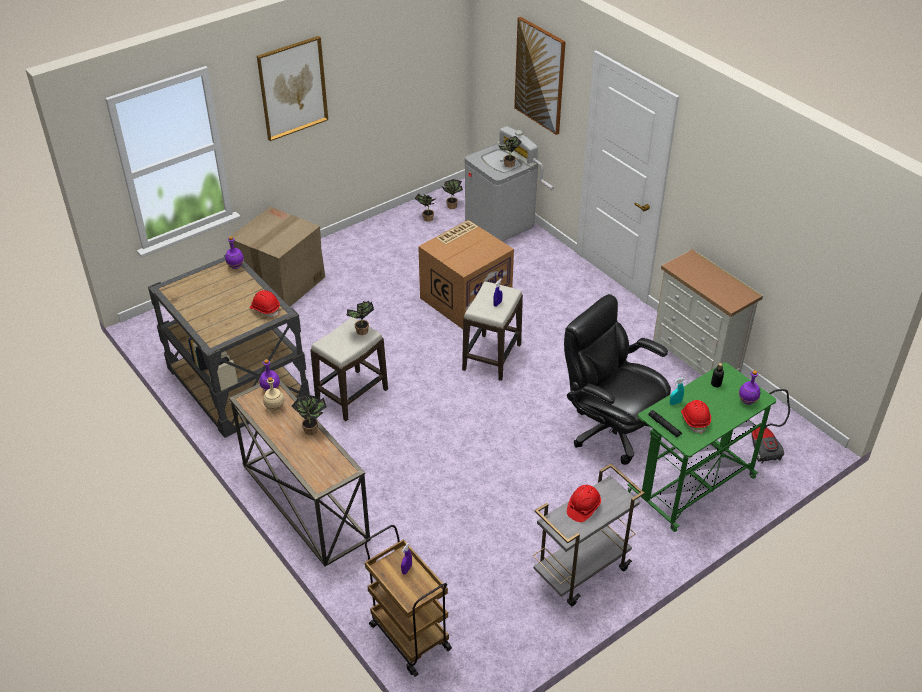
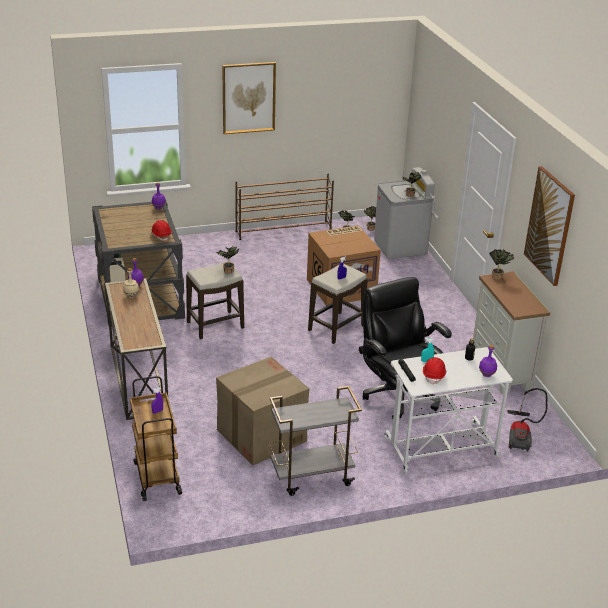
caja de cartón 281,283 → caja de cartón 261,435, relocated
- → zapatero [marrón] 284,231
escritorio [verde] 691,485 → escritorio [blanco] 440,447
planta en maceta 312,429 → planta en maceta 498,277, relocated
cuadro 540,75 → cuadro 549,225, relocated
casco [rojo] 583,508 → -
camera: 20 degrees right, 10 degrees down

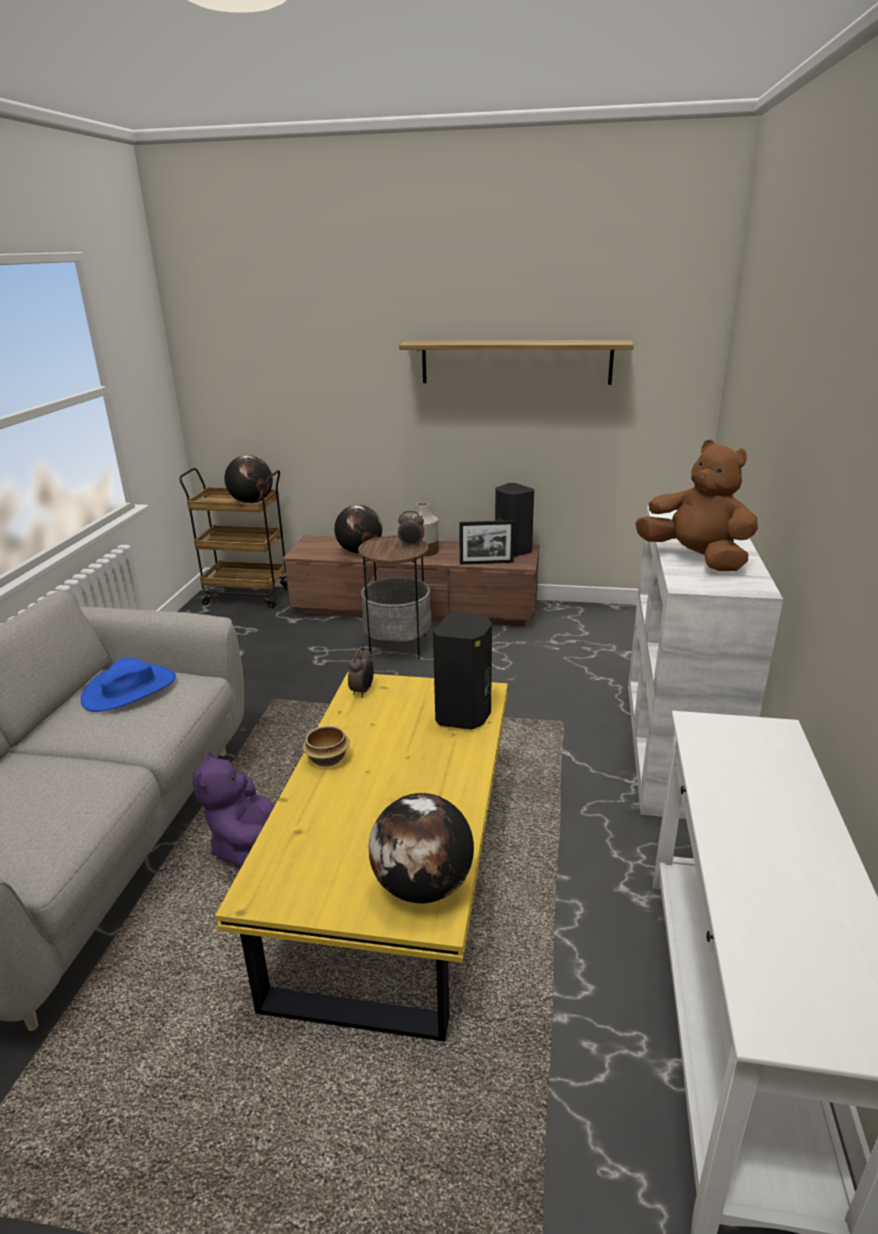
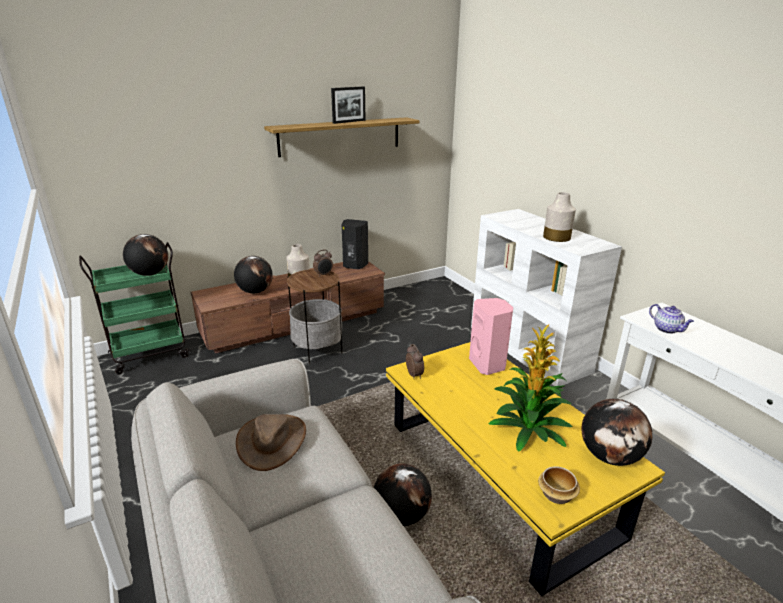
carrito [marrón] 248,596 → carrito [verde] 151,355
sombrero [azul] 130,689 → sombrero [marrón] 271,441
portarretratos 486,563 → portarretratos 349,122, relocated
peluche [morado] 247,847 → globo terráqueo 401,515
altavoz [negro] 464,716 → altavoz [rosa] 488,365
- → planta en maceta 528,429
cuenco 328,759 → cuenco 557,495, relocated
peluche [marrón] 695,558 → florero [beis] 557,237
- → tetera 667,329
camera: 40 degrees left, 0 degrees up

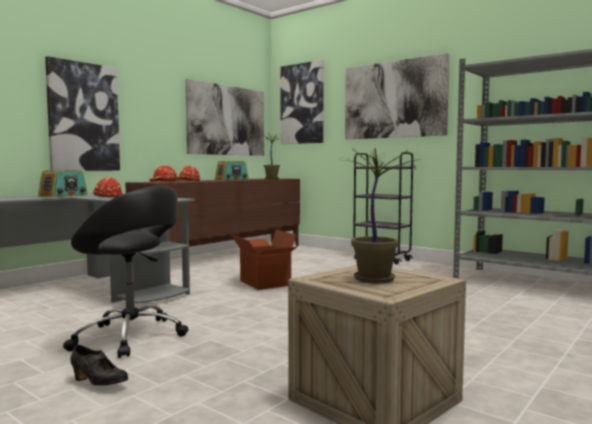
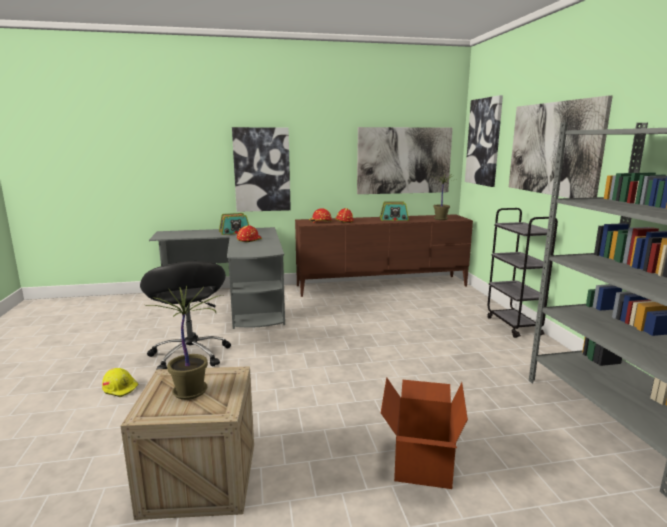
zapato [negro] 98,383 → casco [amarillo] 121,388
caja de cartón 264,283 → caja de cartón 421,461, relocated
camera: 40 degrees right, 10 degrees up

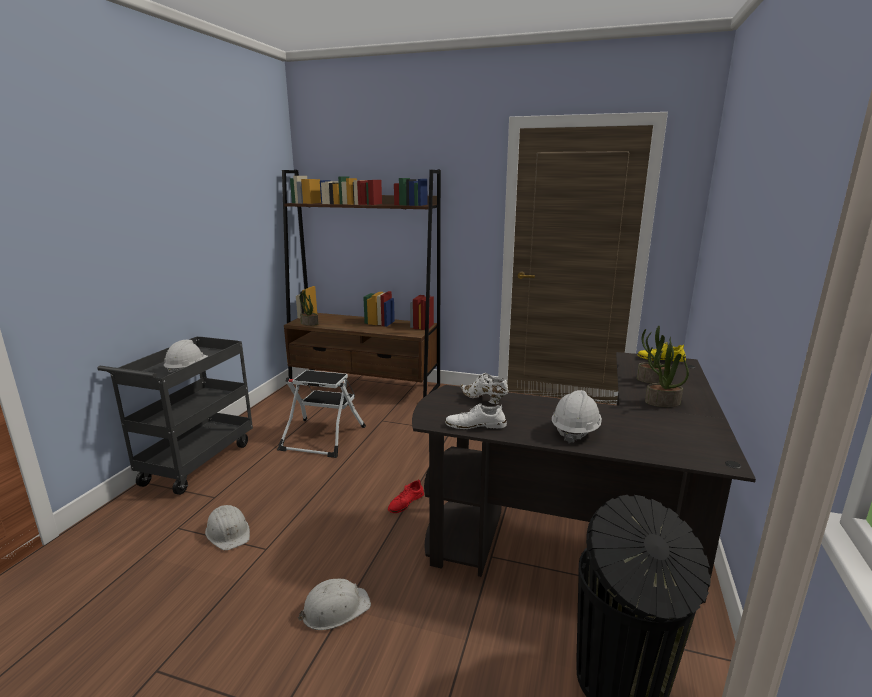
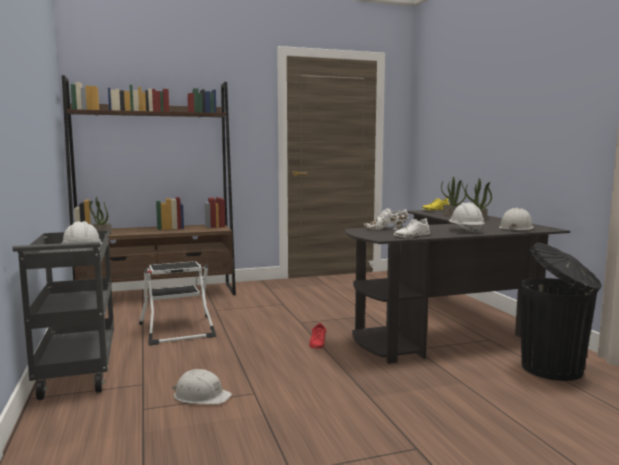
casco [blanco] 335,609 → casco [blanco] 516,228, relocated
camera: 35 degrees left, 10 degrees down

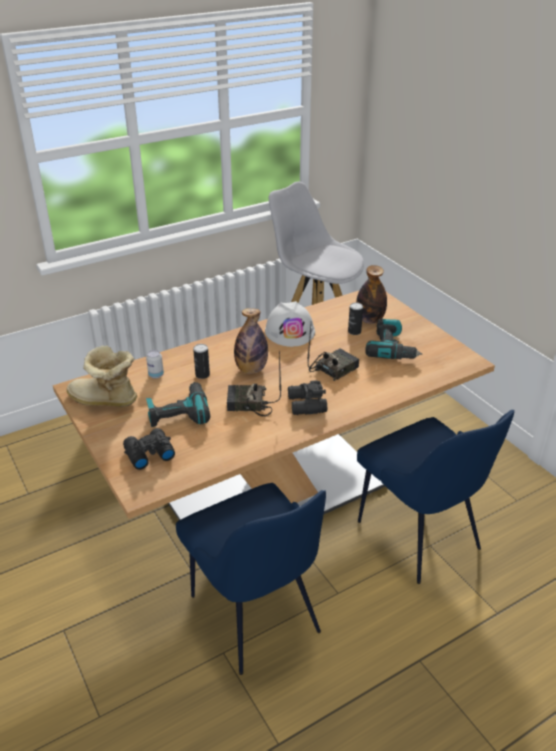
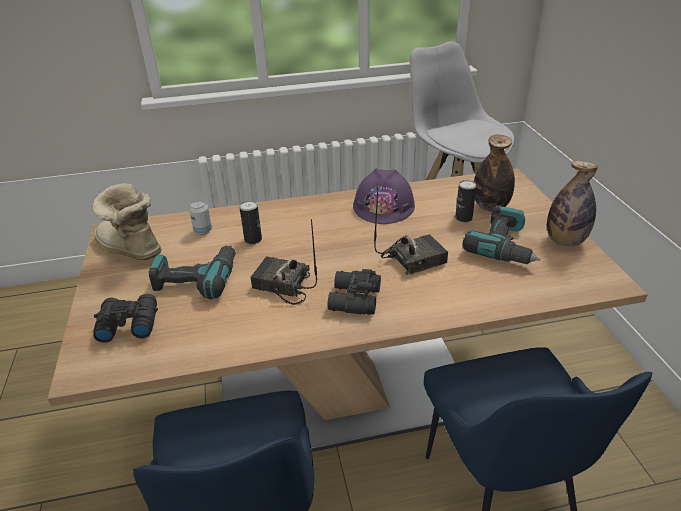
casco [blanco] 290,331 → casco [morado] 384,206
botella 251,369 → botella 565,241, relocated
camera: 20 degrees right, 0 degrees up

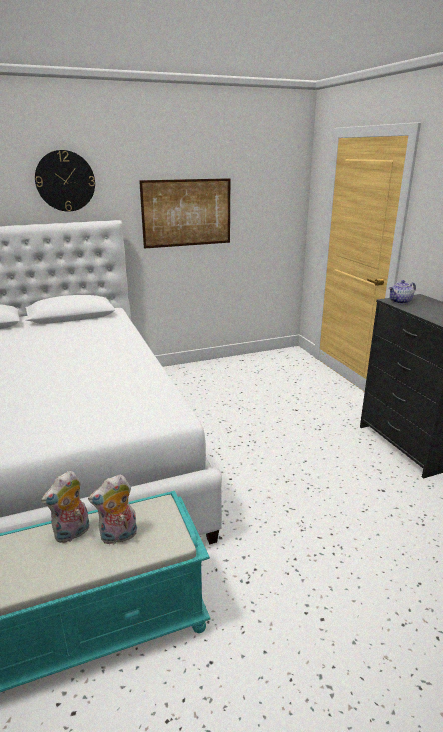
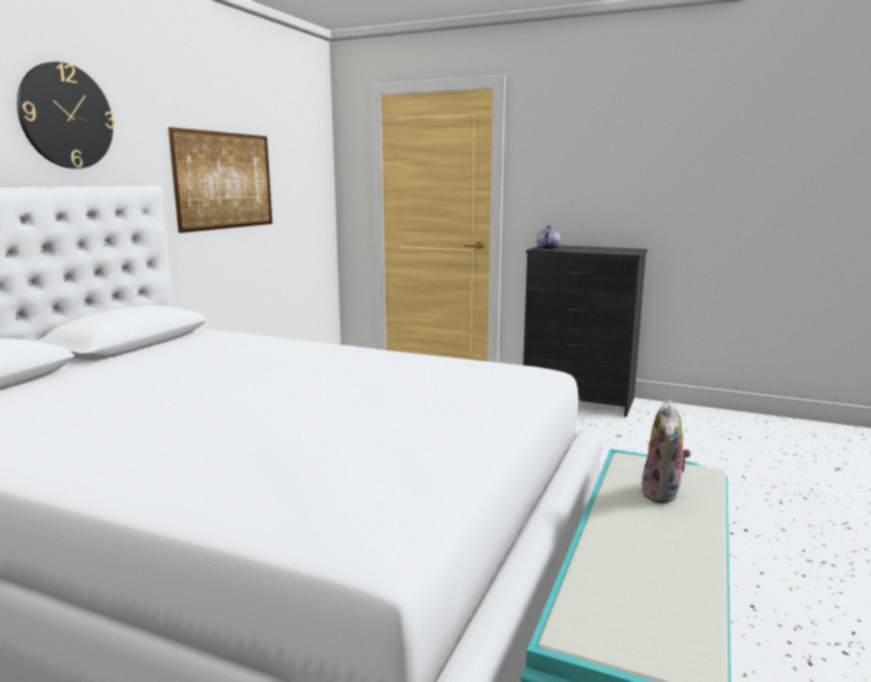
peluche 72,534 → -
camera: 45 degrees left, 10 degrees down

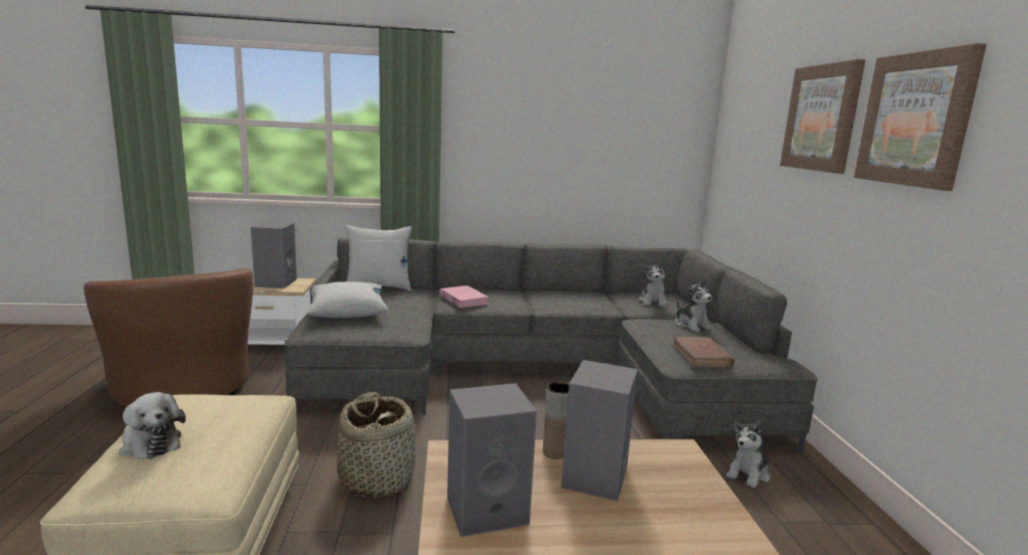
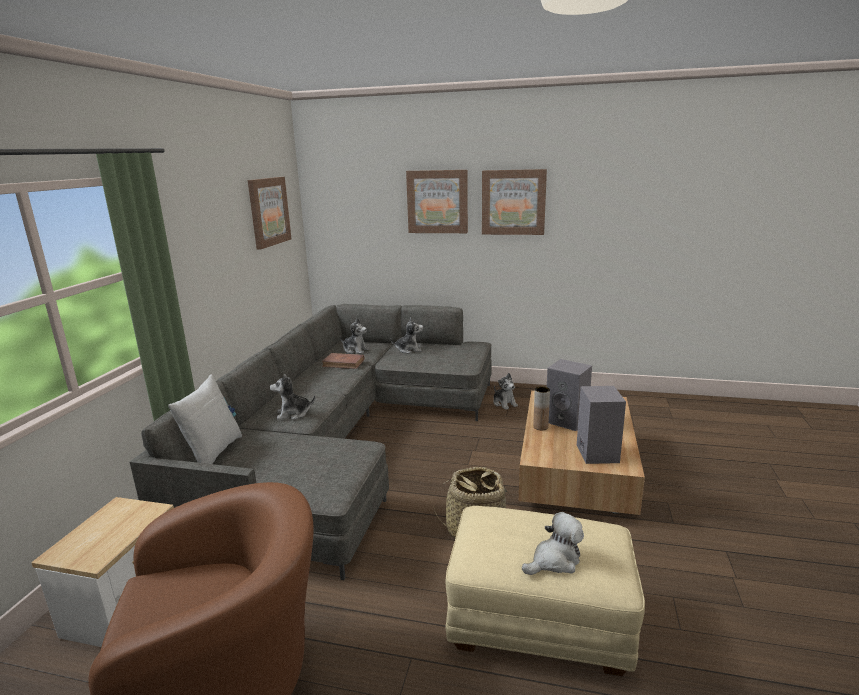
- → cuadro 268,211
libro [rosa] 463,299 → peluche 293,414
libro [marrón] 701,356 → libro [marrón] 343,363, relocated
altavoz [gris] 275,282 → -
cojín [gris] 347,313 → -
camera: 70 degrees left, 5 degrees up

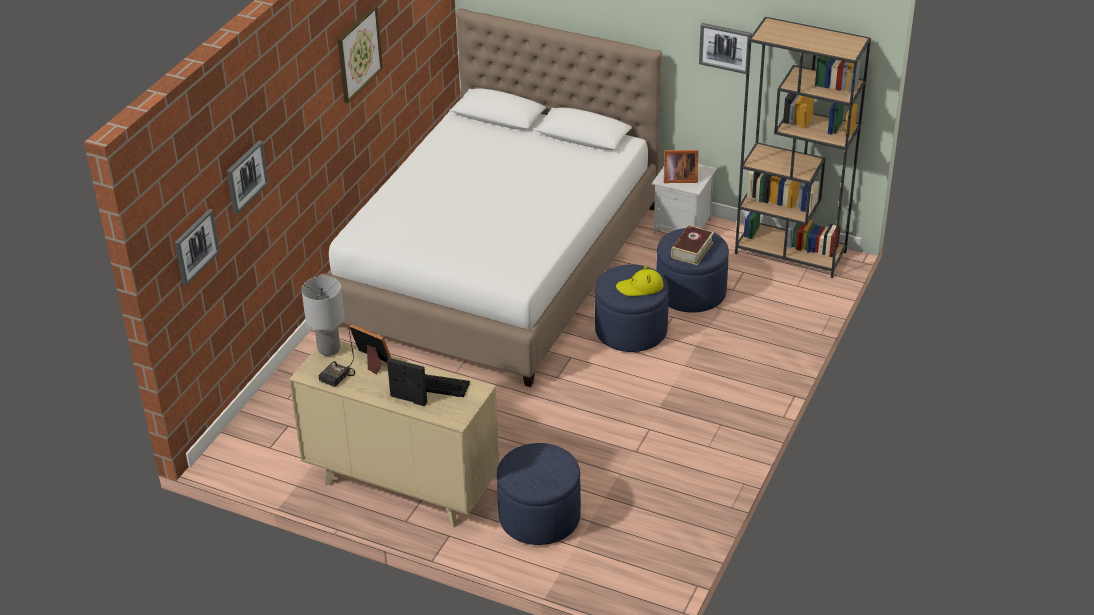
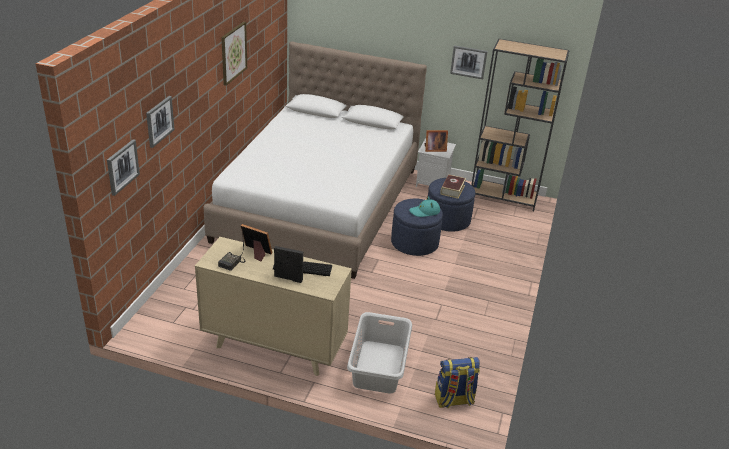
puf [azul] 539,517 → cesto de la ropa [gris] 378,367
sombrero [amarillo] 640,287 → sombrero [turquesa] 424,211
- → mochila 454,400
lámpara de mesa [gris] 329,351 → -
camera: 10 degrees left, 5 degrees down

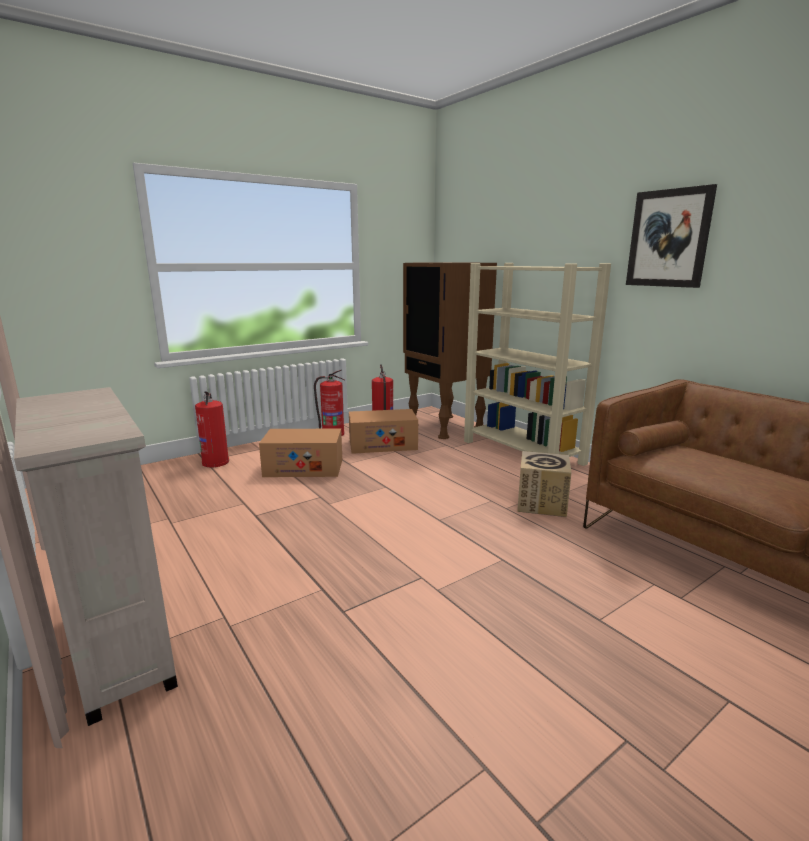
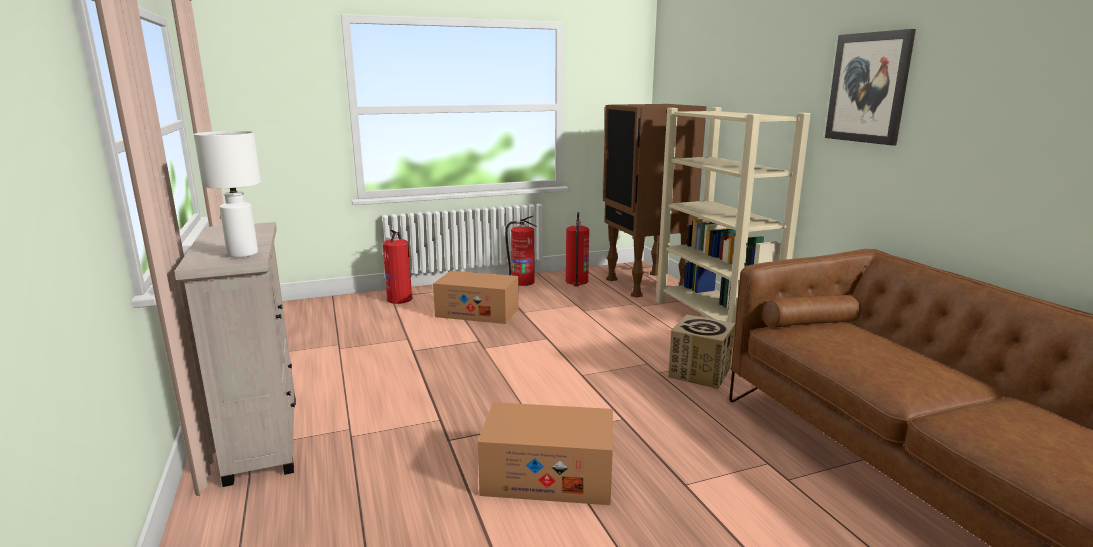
- → lámpara de mesa [blanco] 242,254
caja de cartón 382,444 → caja de cartón 548,476, relocated
camera: 15 degrees right, 0 degrees up

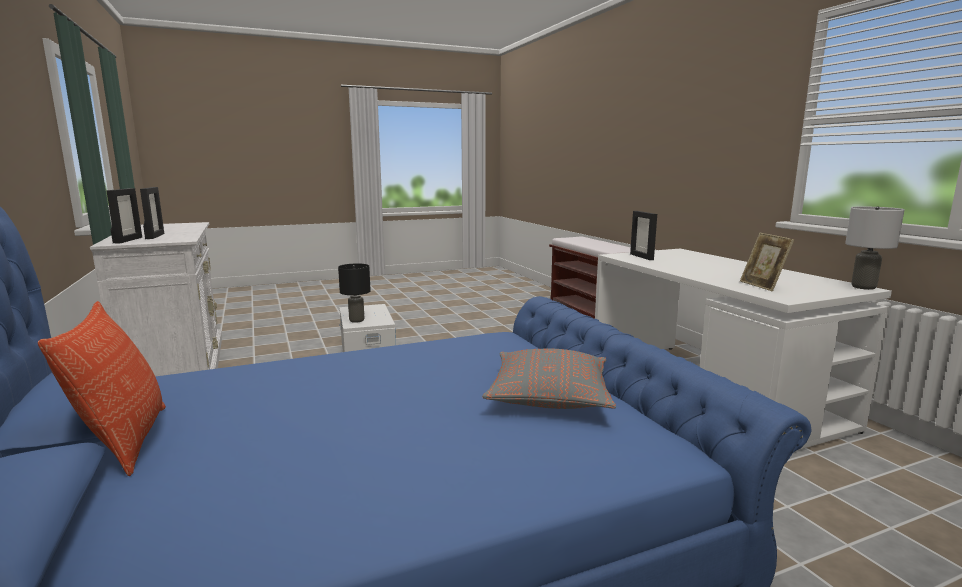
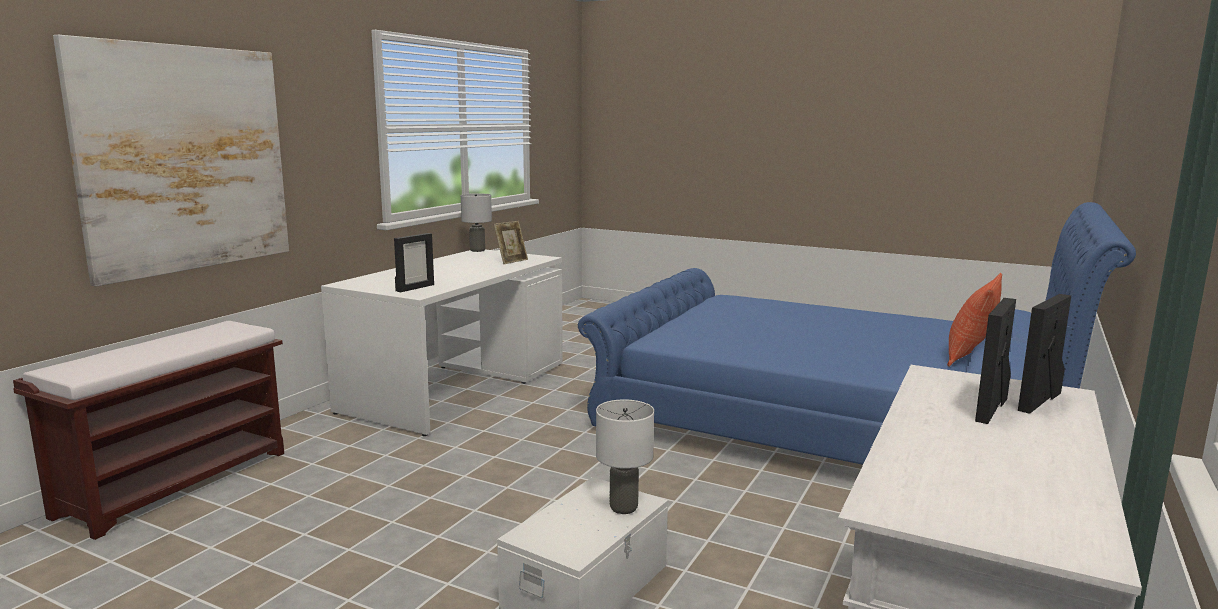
- → cuadro 185,159
lámpara de mesa [negro] 356,320 → lámpara de mesa [blanco] 622,509
cojín [gris] 549,397 → -
camera: 130 degrees left, 0 degrees up

